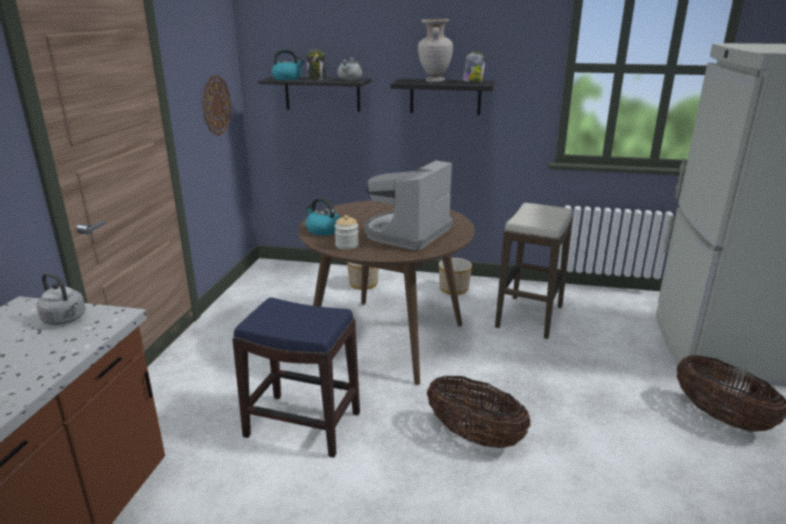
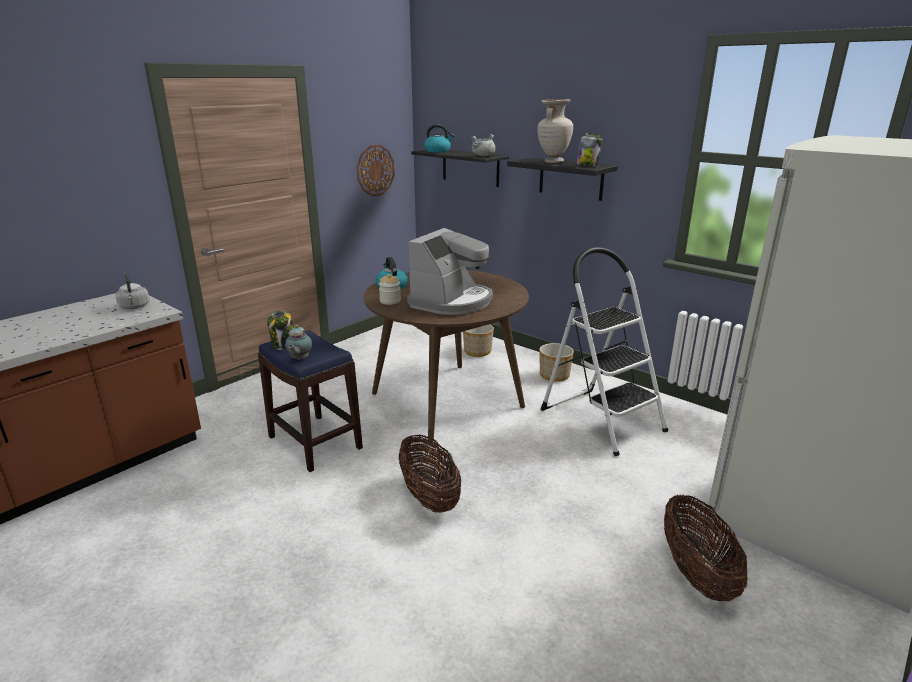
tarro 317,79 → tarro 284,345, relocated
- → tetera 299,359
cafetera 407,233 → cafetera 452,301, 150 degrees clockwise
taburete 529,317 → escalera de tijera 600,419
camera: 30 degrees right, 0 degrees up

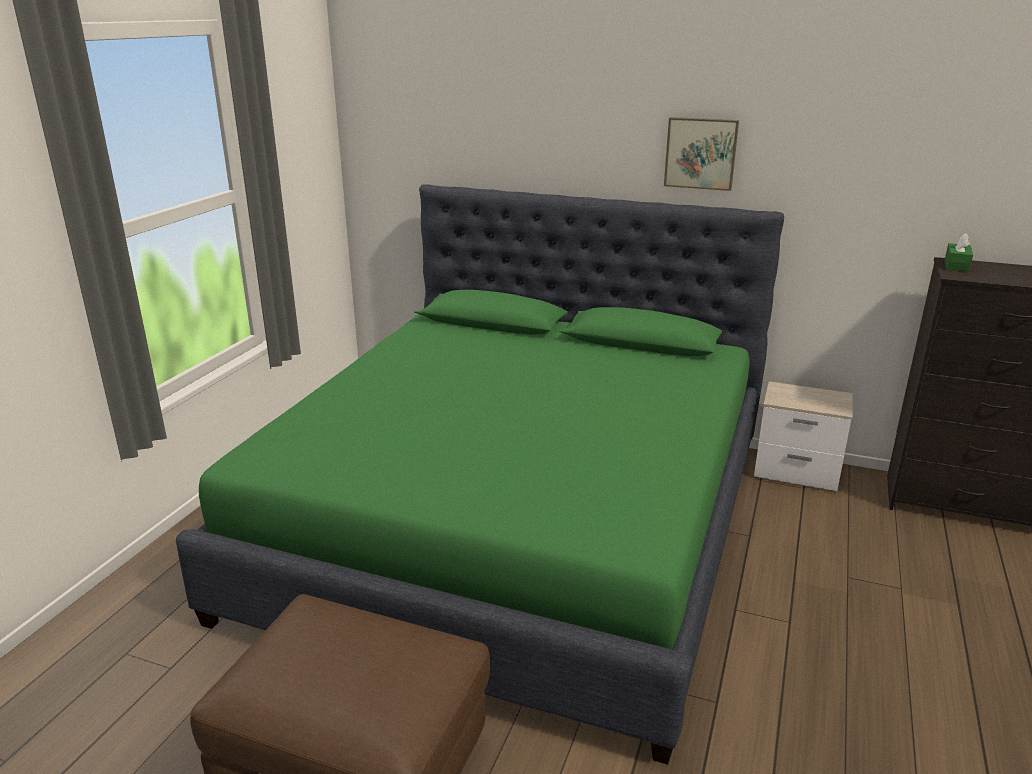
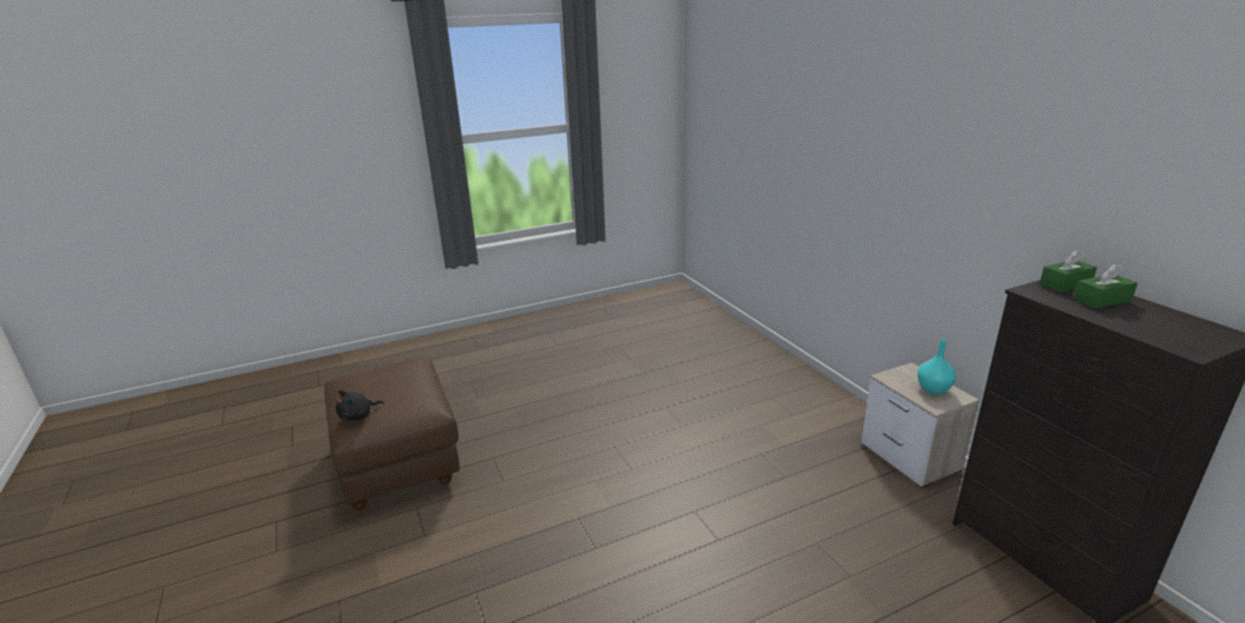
- → peluche [negro] 358,416
- → florero [turquesa] 934,390
- → caja de pañuelos [verde] 1102,300
cama [verde] 517,524 → -
cuadro 701,153 → -
camera: 45 degrees right, 0 degrees up

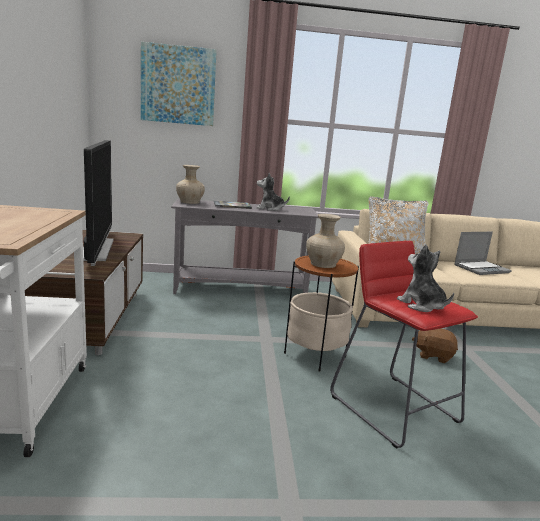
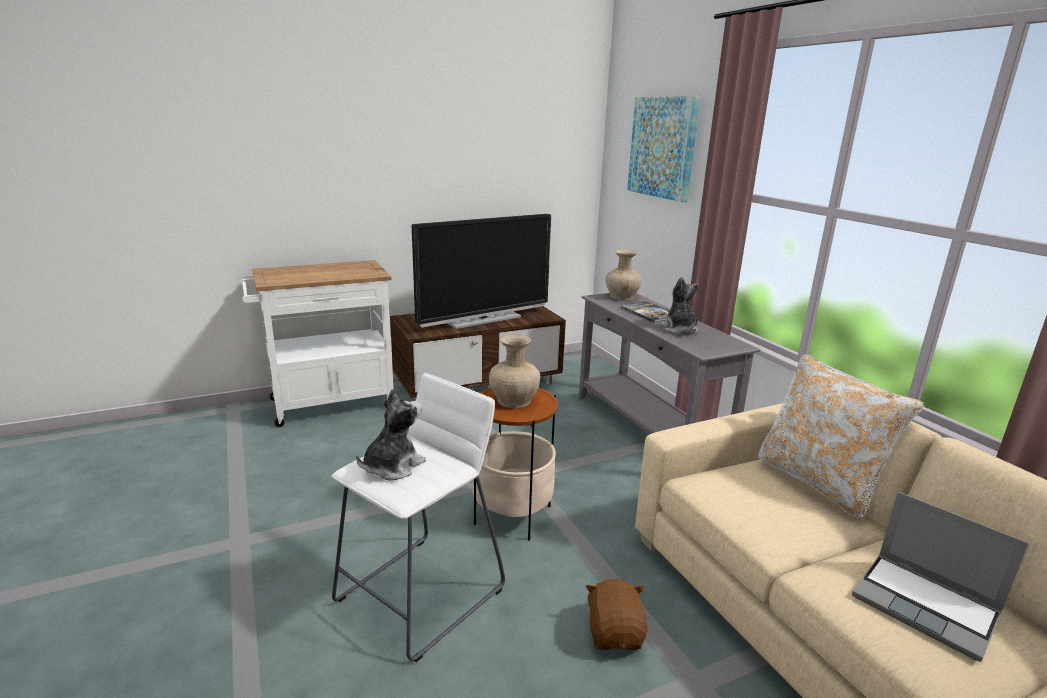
taburete [rojo] 394,408 → taburete [blanco] 421,594
camera: 70 degrees right, 5 degrees up

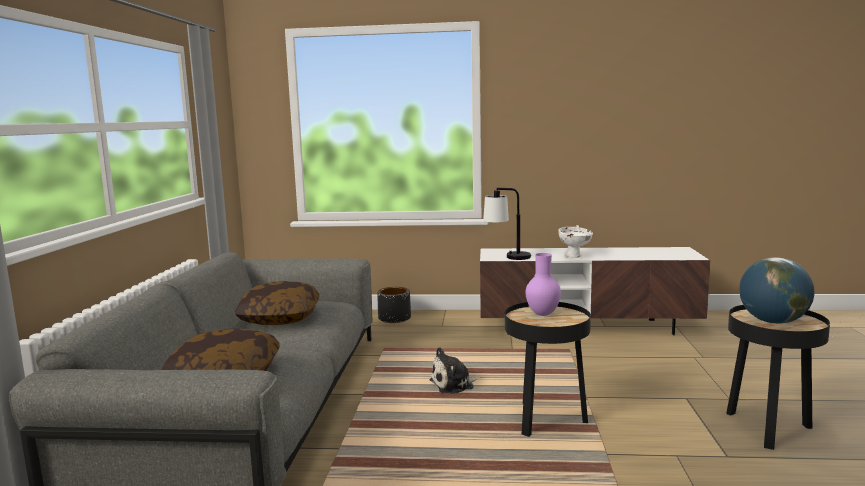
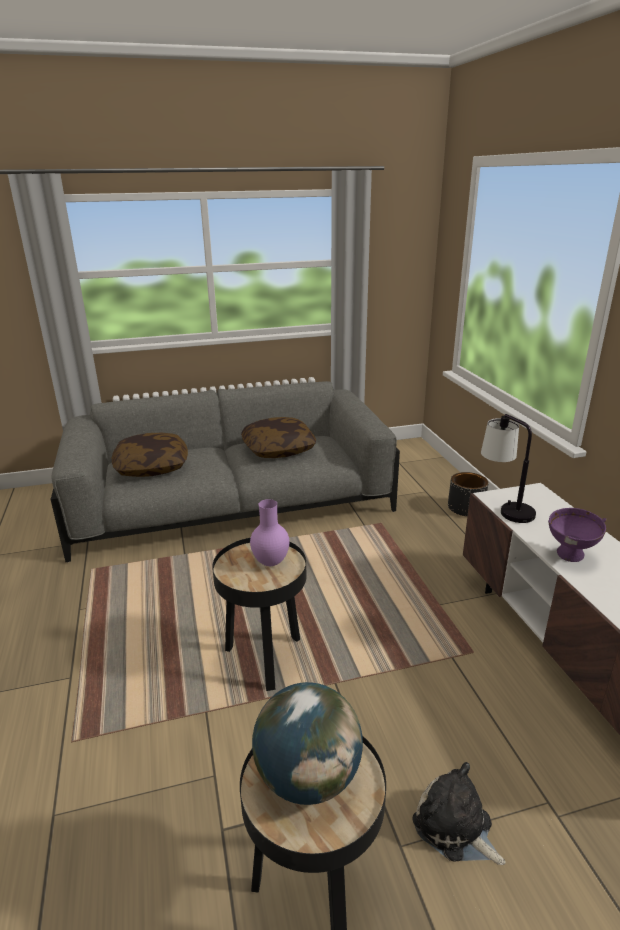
peluche 454,384 → peluche 455,827, relocated
cuenco [blanco] 575,256 → cuenco [morado] 570,557
camera: 70 degrees right, 15 degrees up

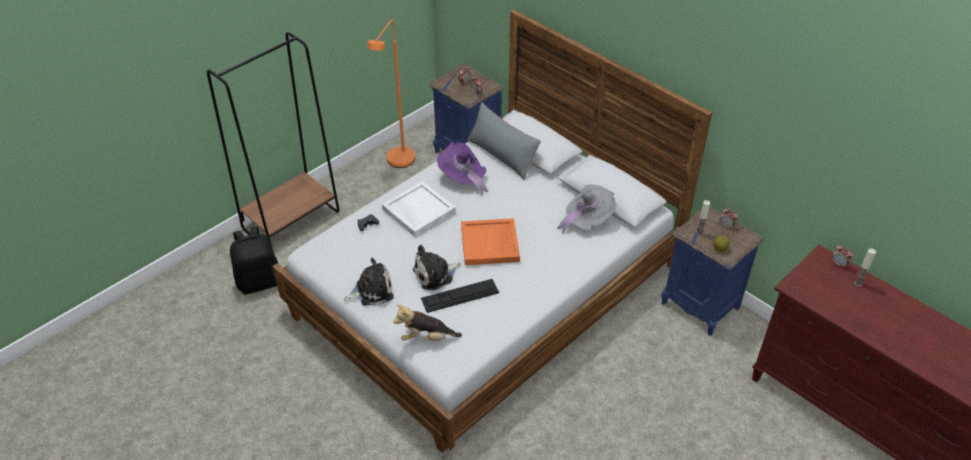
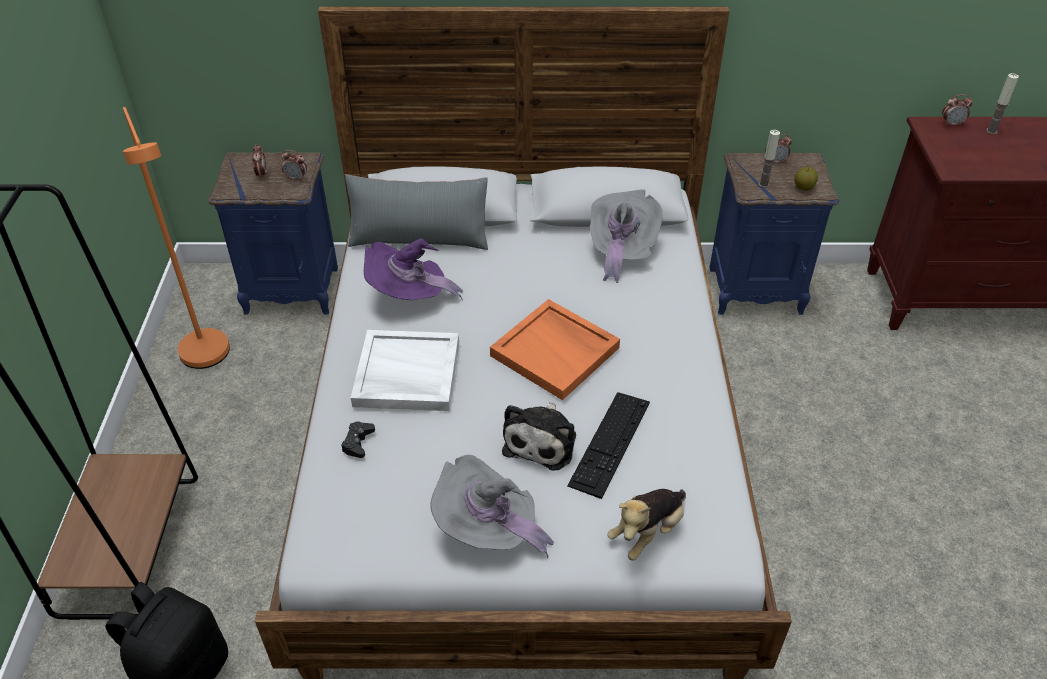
peluche 372,290 → sombrero [gris] 488,529
camera: 45 degrees left, 0 degrees up

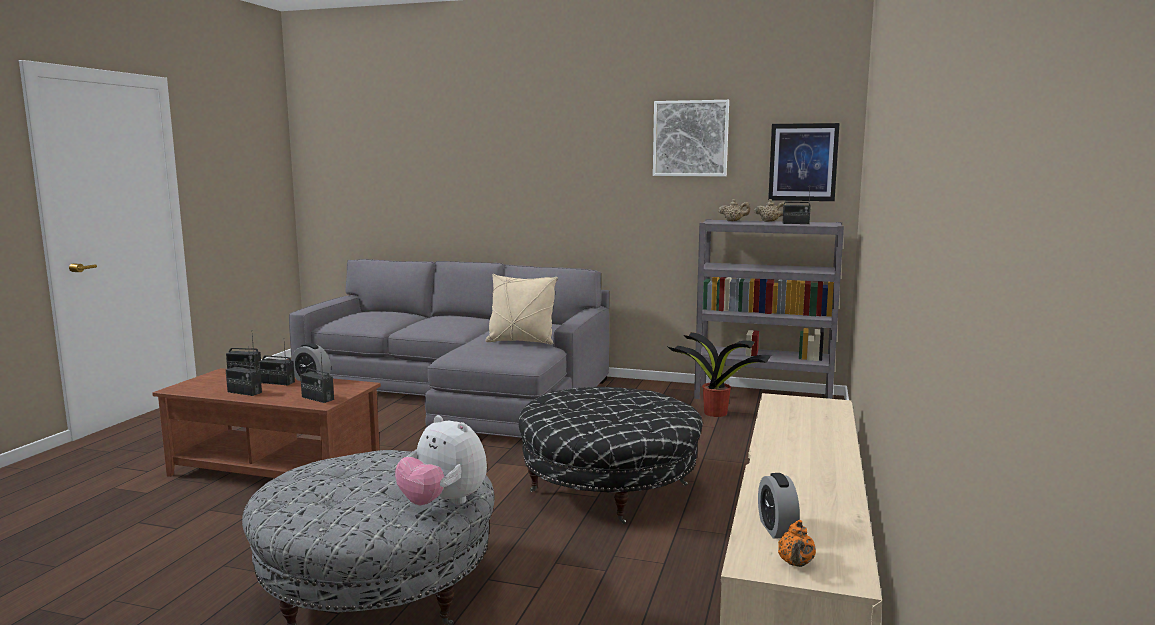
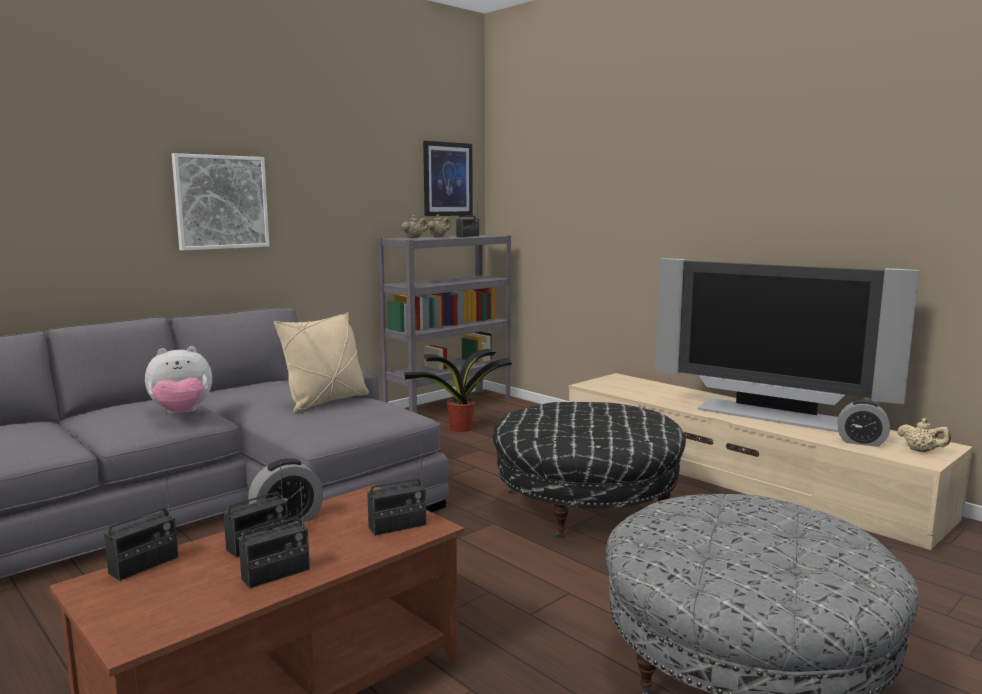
peluche 443,503 → peluche 181,414, relocated
cuadro 690,138 → cuadro 221,202, relocated
- → televisor 770,416
tetera [naranja] 795,564 → tetera [beis] 921,451
camera: 60 degrees left, 0 degrees up

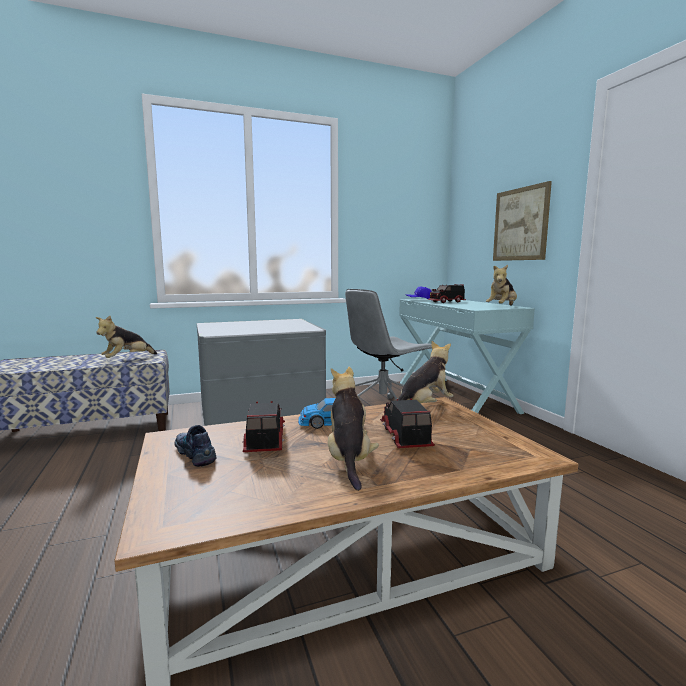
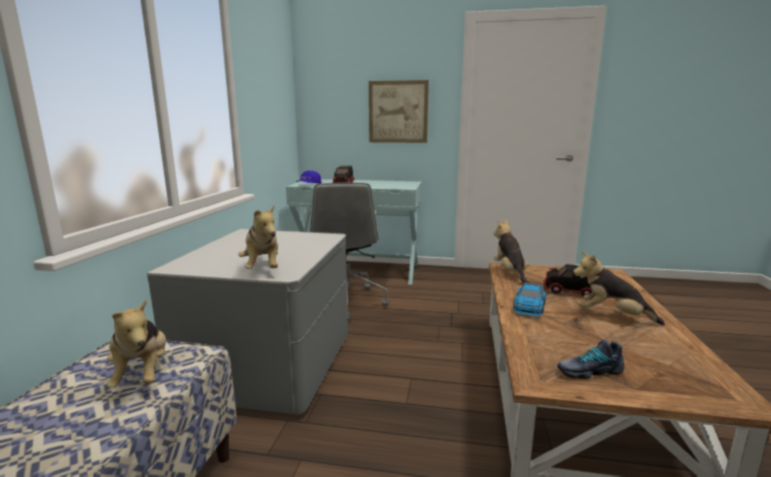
peluche 502,307 → peluche 263,268, relocated
camión de juguete 264,440 → -
camera: 60 degrees left, 5 degrees up

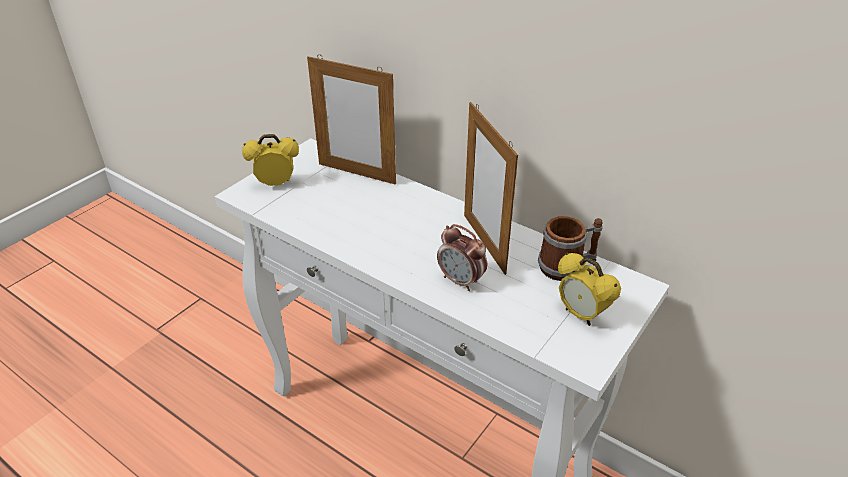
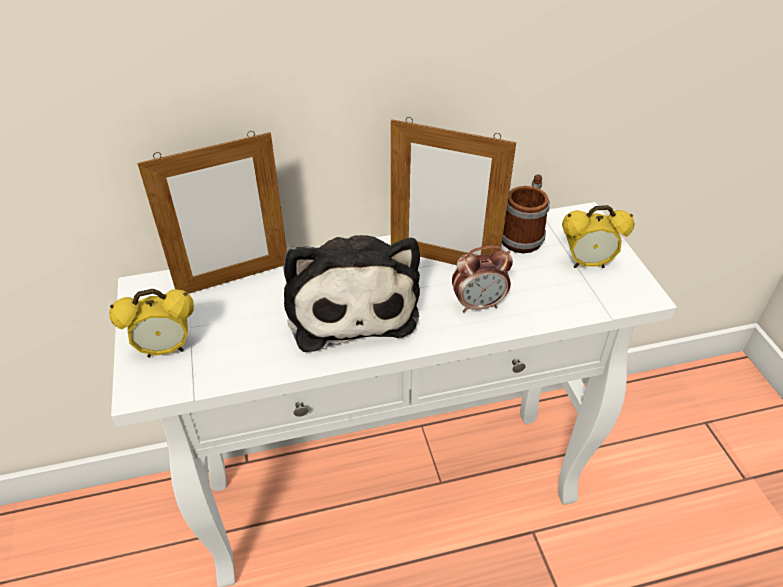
despertador 276,184 → despertador 165,349, 135 degrees counterclockwise
- → peluche 350,303
camera: 50 degrees left, 5 degrees up

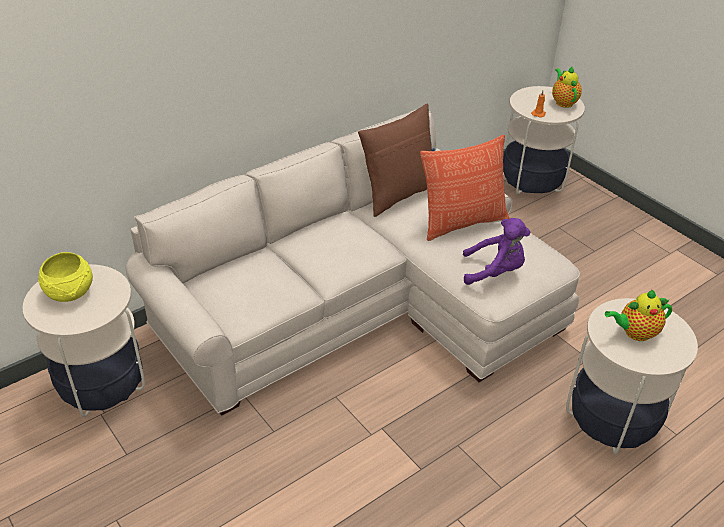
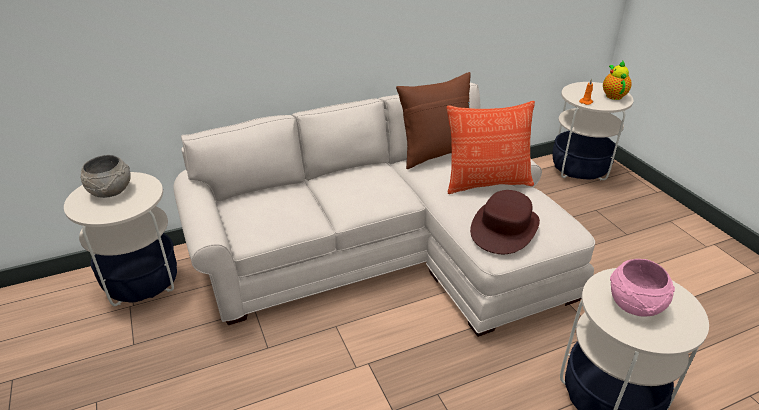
cuenco [amarillo] 70,292 → cuenco [gris] 111,191
peluche [morado] 495,272 → sombrero [marrón] 504,228
tetera 635,333 → cuenco [rosa] 635,304
camera: 15 degrees right, 5 degrees down

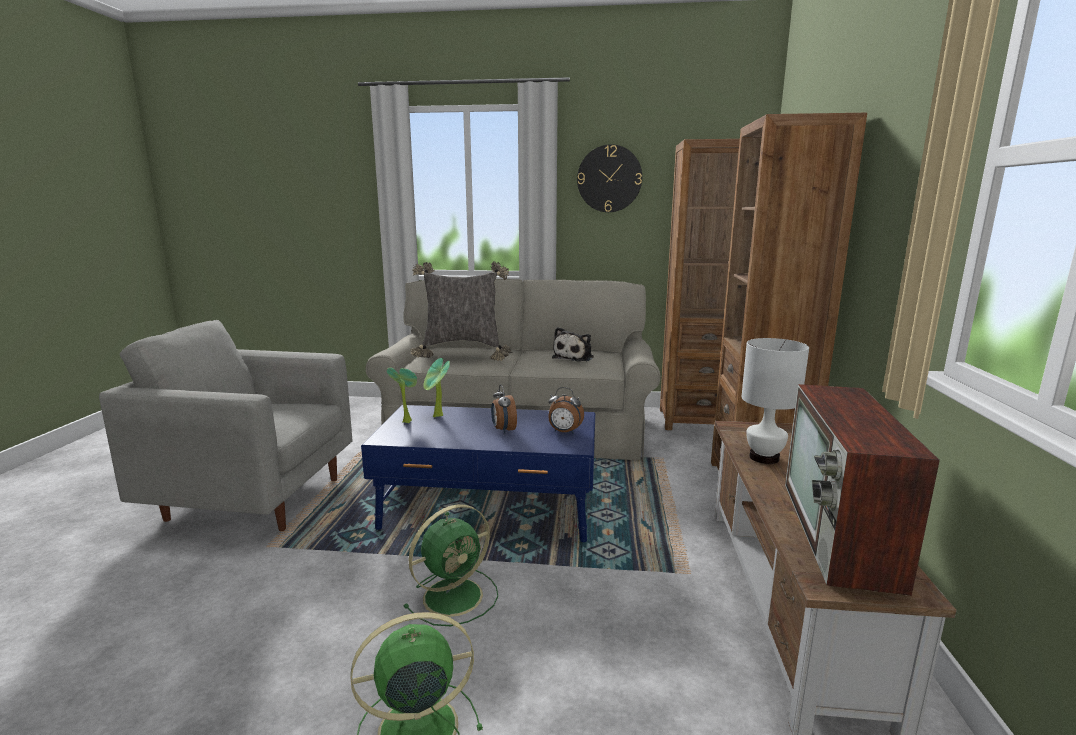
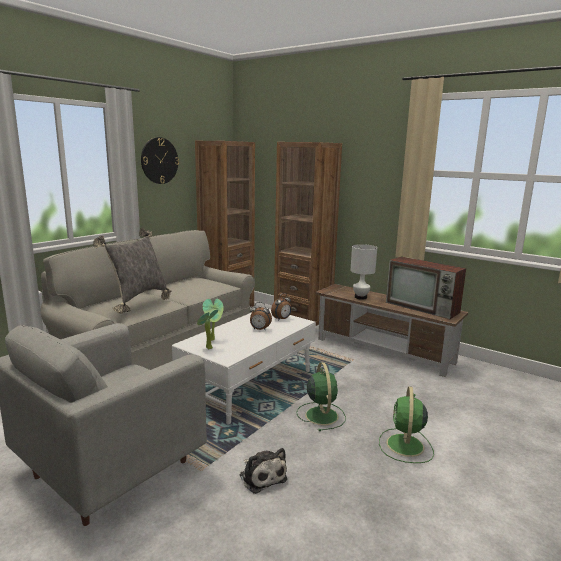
mesa de centro [azul] 490,509 → mesa de centro [blanco] 249,385
peluche 574,357 → peluche 262,476, relocated
camera: 60 degrees left, 0 degrees up

